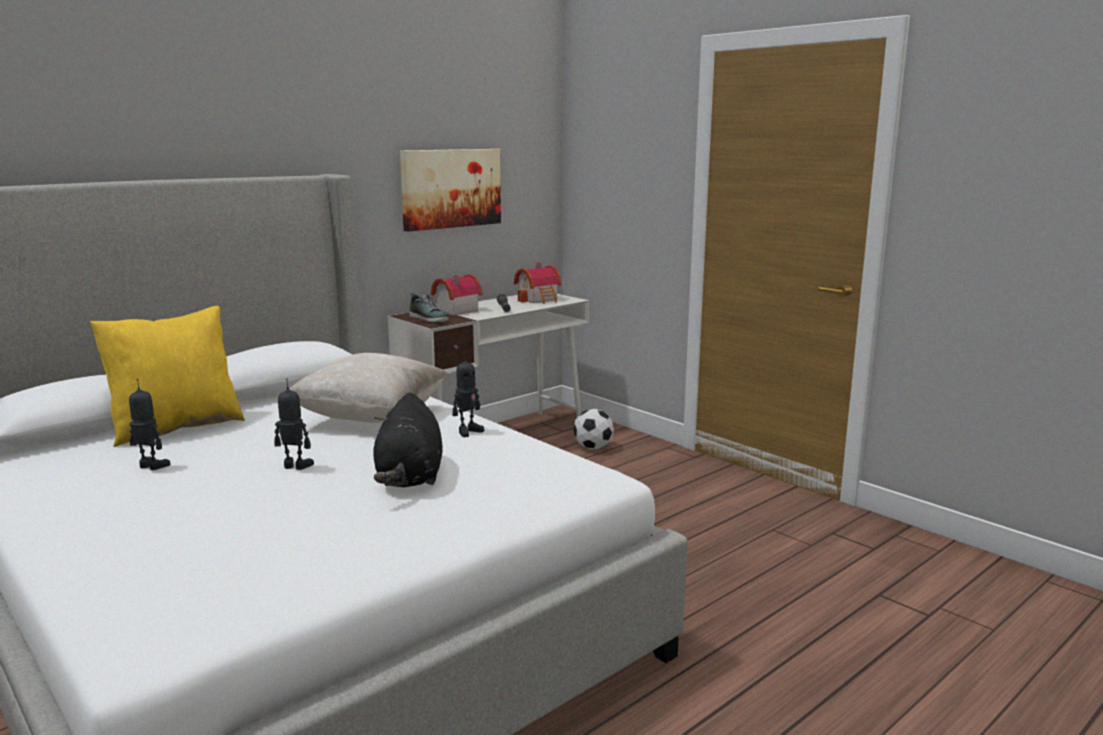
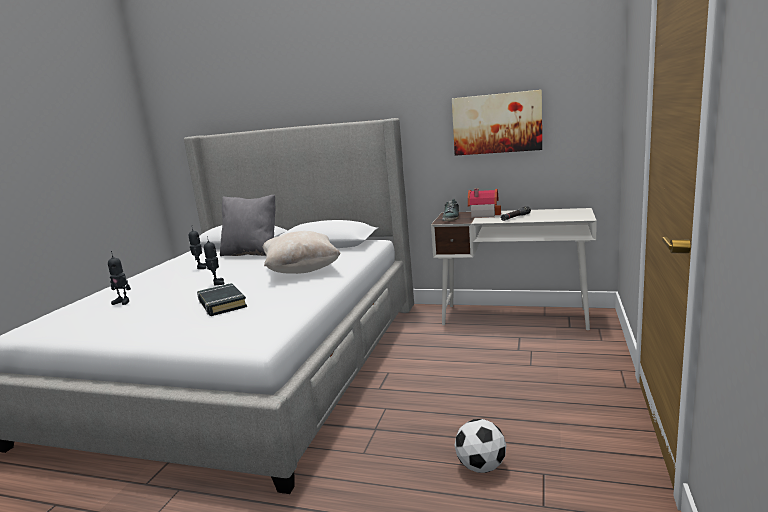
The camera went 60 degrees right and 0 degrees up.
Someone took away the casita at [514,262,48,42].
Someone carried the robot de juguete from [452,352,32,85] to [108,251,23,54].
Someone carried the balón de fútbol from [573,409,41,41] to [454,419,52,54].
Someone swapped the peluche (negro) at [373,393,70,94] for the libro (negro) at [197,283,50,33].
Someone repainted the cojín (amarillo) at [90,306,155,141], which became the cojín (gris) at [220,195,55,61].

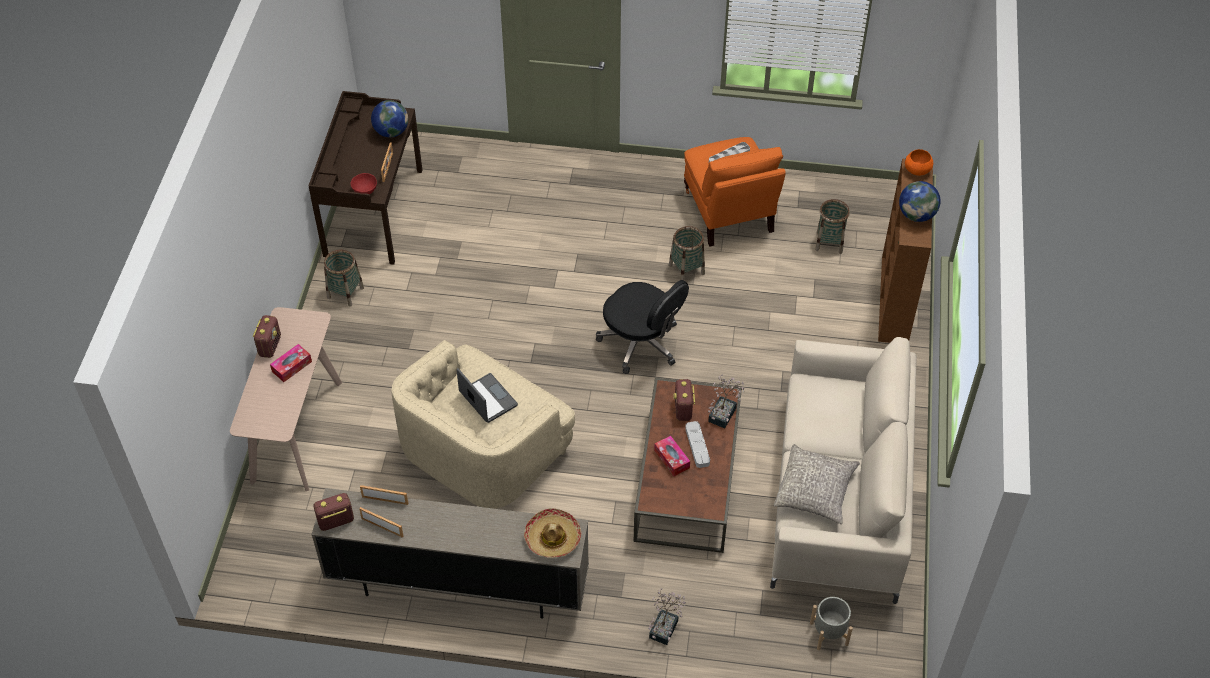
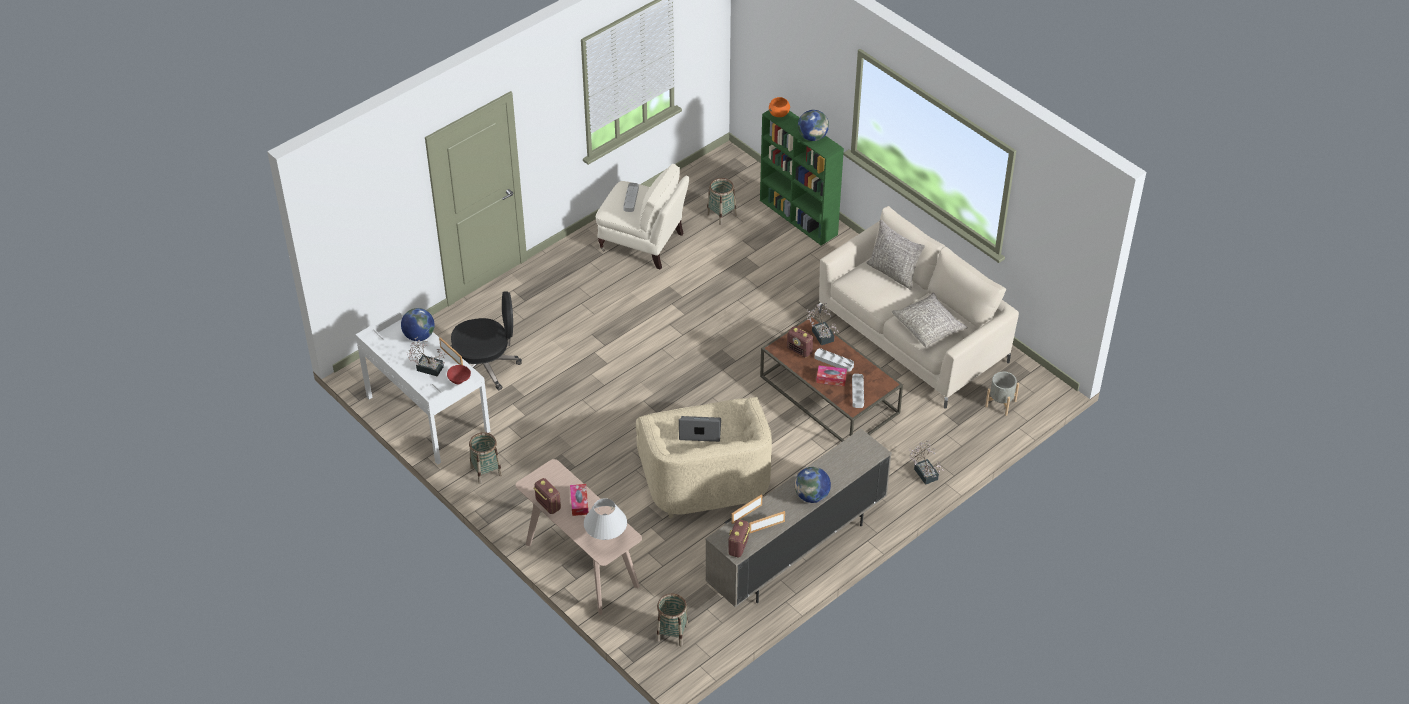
The camera went 50 degrees left and 5 degrees down.
Someone took away the sombrero at [524,509,57,49].
Someone put down the planta en maceta at [406,337,41,40].
Someone put down the lámpara de mesa (blanco) at [584,498,43,42].
Someone put down the globo terráqueo at [795,467,36,36].
Someone put down the bandeja (gris) at [852,374,12,34].
Someone put down the cojín (gris) at [866,220,59,70].
Someone carried the silla de oficina (negro) from [596,280,93,94] to [451,291,71,99].
Someone carried the cesta from [669,226,36,54] to [656,594,32,52].
Someone repainted the escritorio (marrón) at [309,91,113,174], which became the escritorio (blanco) at [356,312,134,153].
Someone repainted the sillón (naranja) at [684,137,102,110], which became the sillón (beis) at [596,163,93,107].
Someone repainted the estantería (marrón) at [878,159,55,184], which became the estantería (verde) at [760,110,84,136].

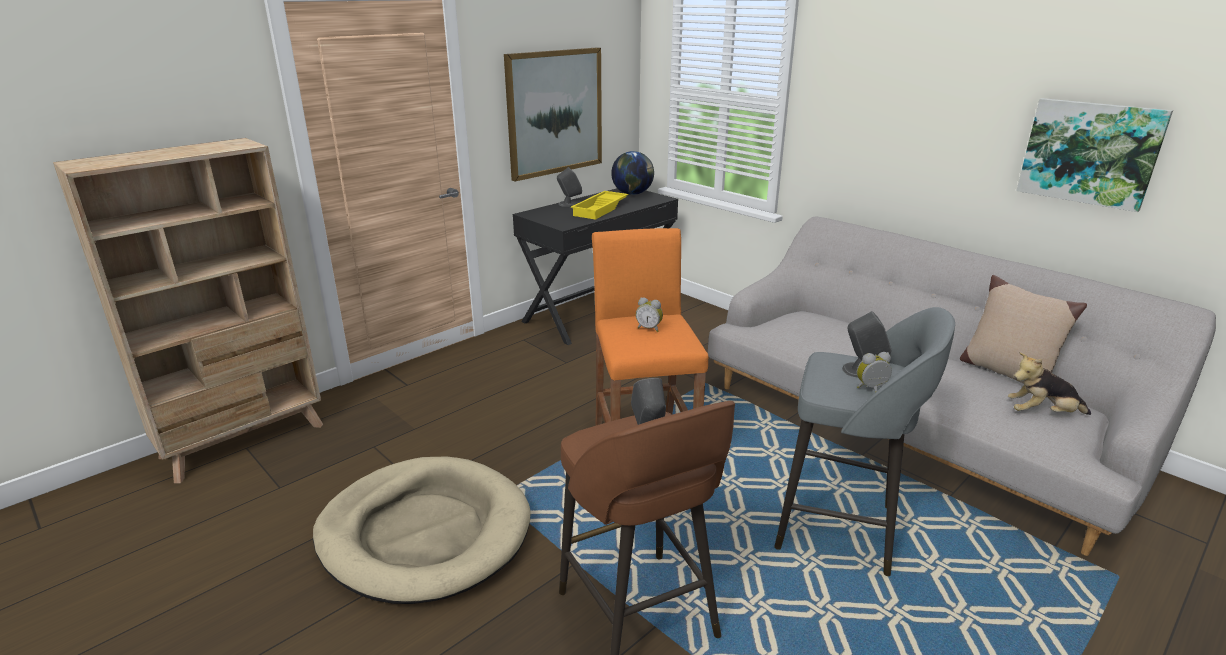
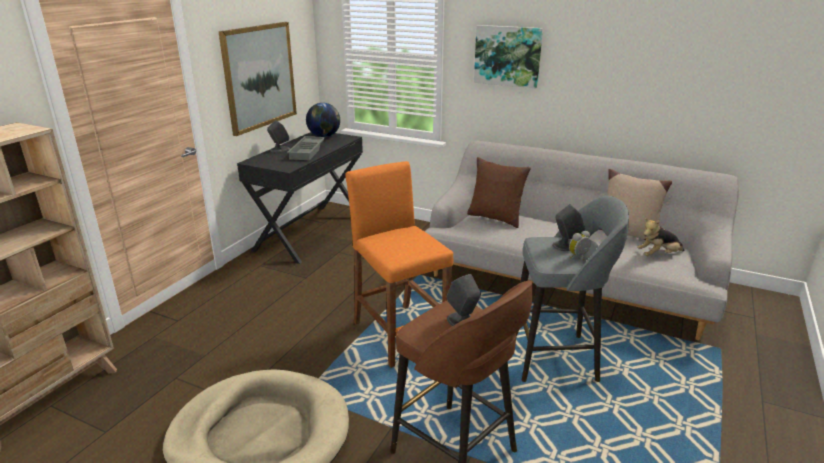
The camera went 20 degrees left and 0 degrees up.
Someone took away the despertador at [636,297,27,35].
Someone put down the cojín (marrón) at [467,157,63,71].
Someone carried the cuadro from [1016,98,157,114] to [474,25,69,63].
Someone repainted the bandeja (amarillo) at [571,191,57,29], which became the bandeja (gris) at [287,136,39,24].

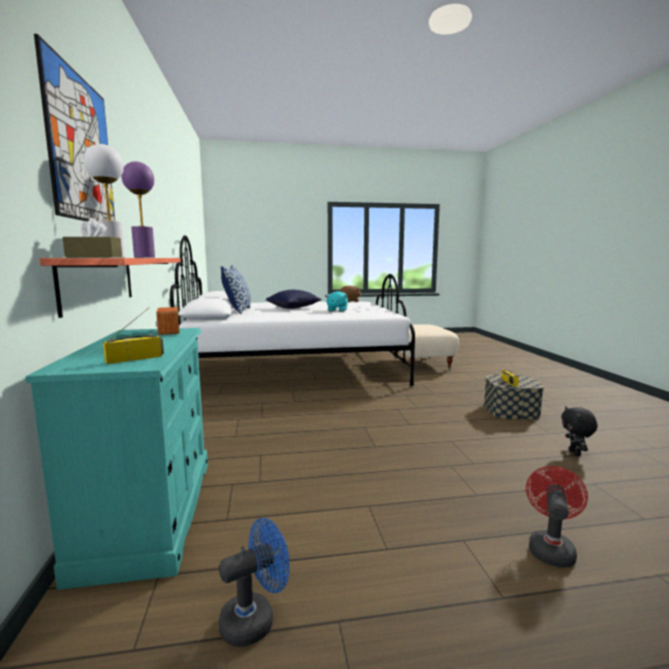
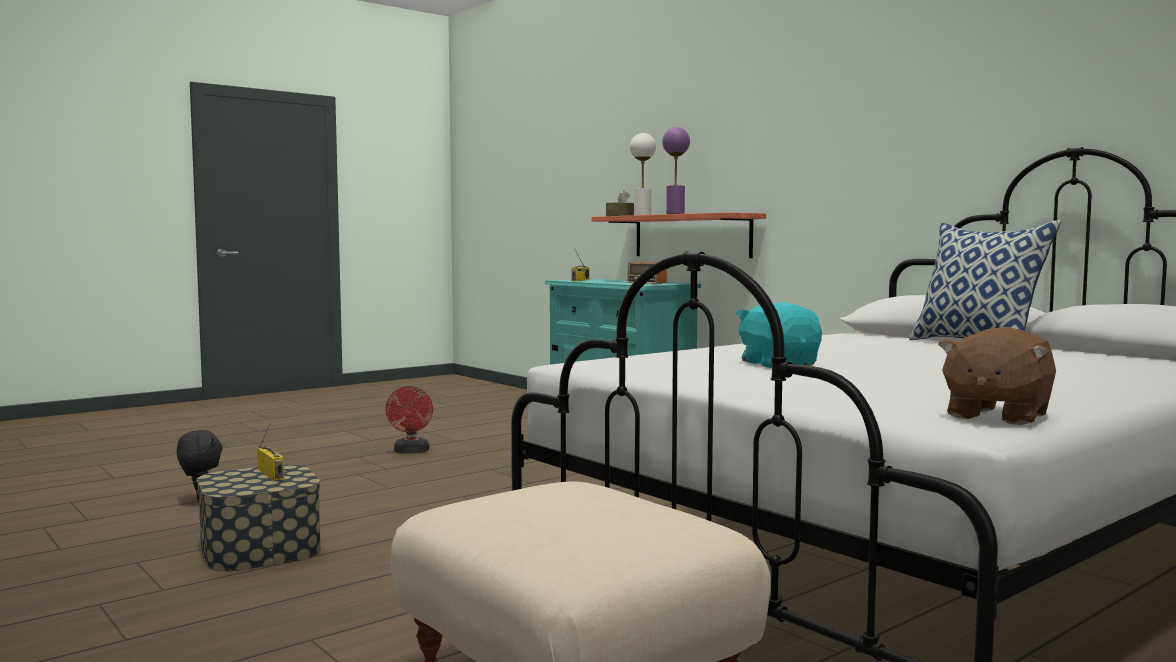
The camera went 150 degrees right and 5 degrees down.
Someone took away the cuadro at [34,34,81,187].
Someone took away the ventilador (azul) at [219,518,70,129].
Someone took away the cojín (azul) at [266,290,56,19].
Someone carried the ventilador (rojo) from [526,466,62,101] to [385,386,48,68].

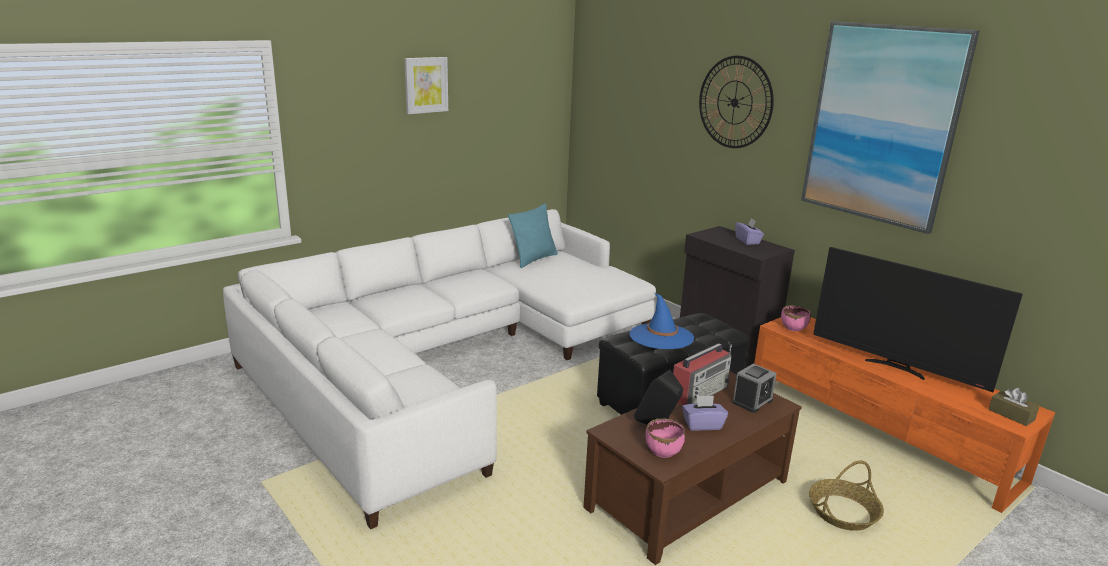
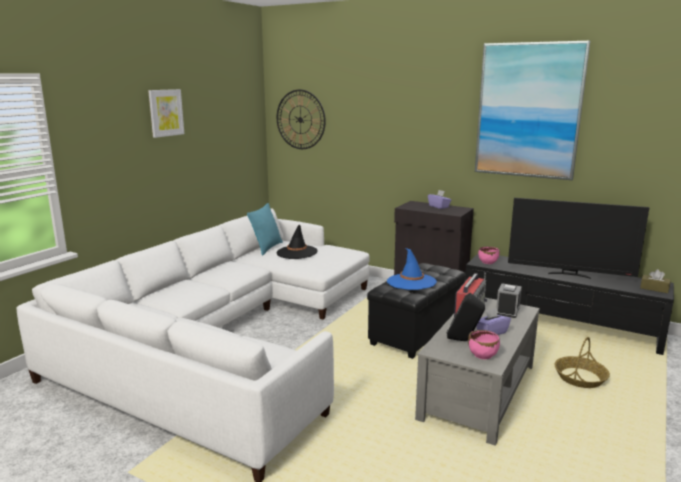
The camera went 20 degrees left and 5 degrees down.
Someone put down the sombrero (negro) at [277,225,41,34].
Someone carried the reloj de pared from [699,56,75,92] to [277,90,49,59].
Someone repainted the mesa de centro (marrón) at [583,371,219,194], which became the mesa de centro (gris) at [415,298,125,148].
Someone repainted the mueble de televisión (naranja) at [754,317,301,196], which became the mueble de televisión (negro) at [465,254,209,101].

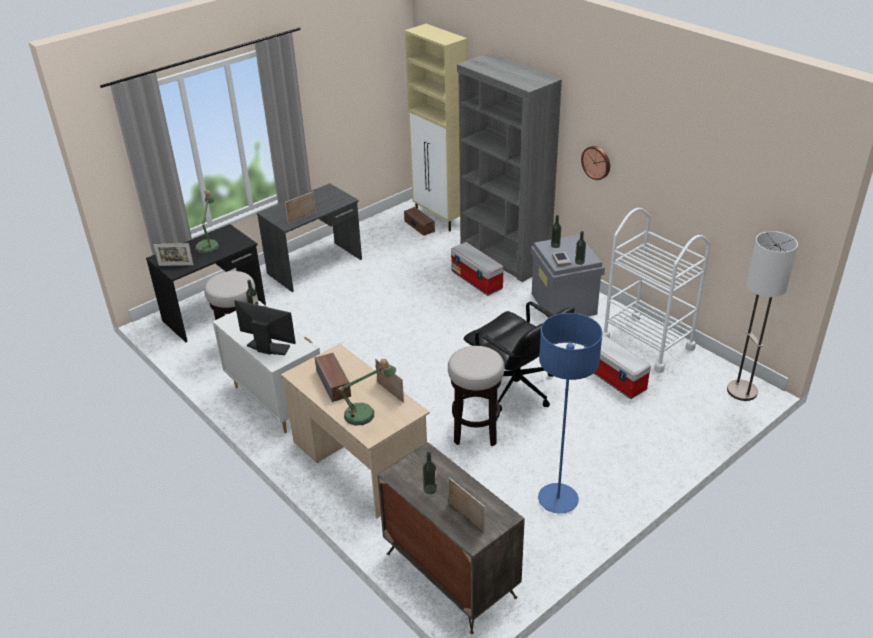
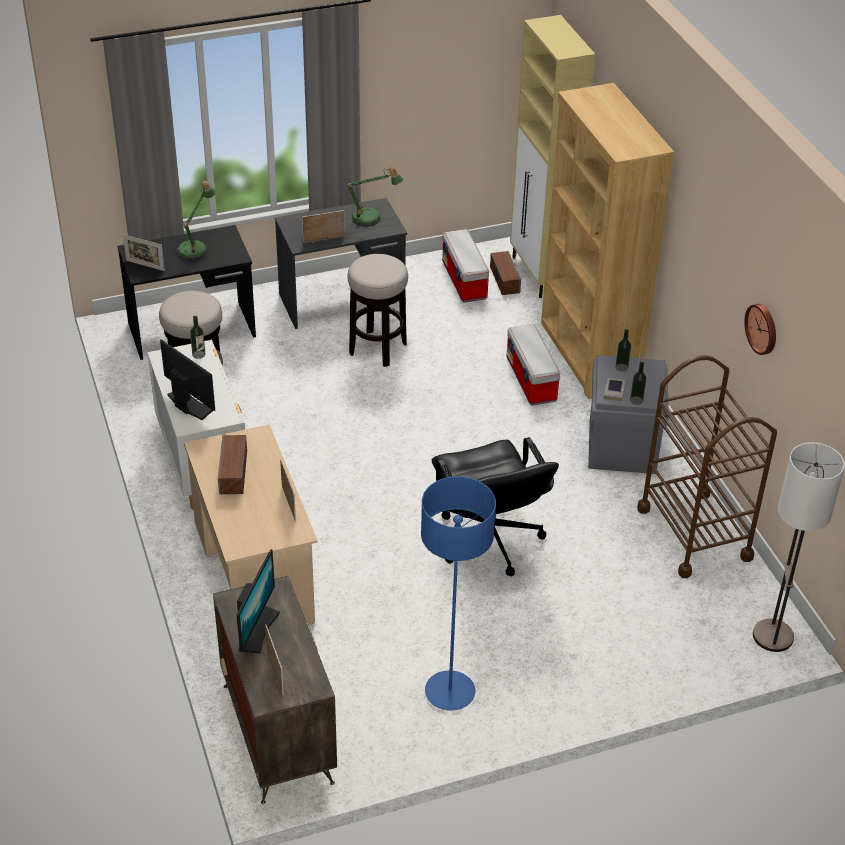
The camera went 20 degrees right and 5 degrees up.
Someone carried the lámpara de mesa from [336,359,60,67] to [345,166,58,60].
Someone carried the taburete from [448,346,57,100] to [347,254,61,113].
Someone carried the reloj de pared from [581,146,29,34] to [744,304,32,51].
Someone carried the caja de almacenaje from [584,334,67,65] to [442,229,47,74].
Someone swapped the botella at [422,452,15,42] for the monitor at [237,549,43,104].
Someone repainted the estantería (gris) at [457,53,105,229], which became the estantería (marrón) at [541,83,133,316].
Someone repainted the carrito (blanco) at [602,208,109,165], which became the carrito (marrón) at [637,355,140,223].

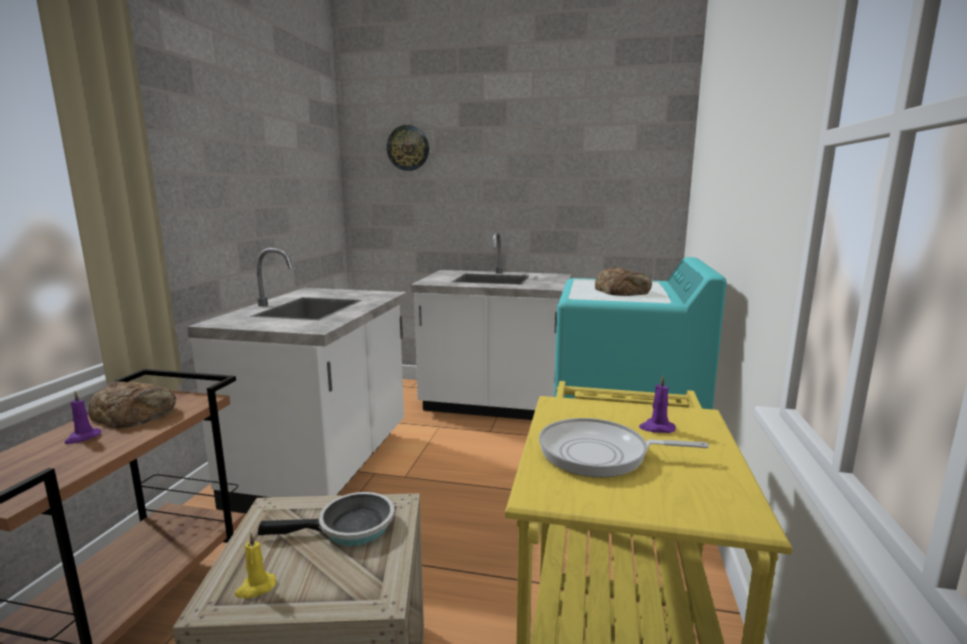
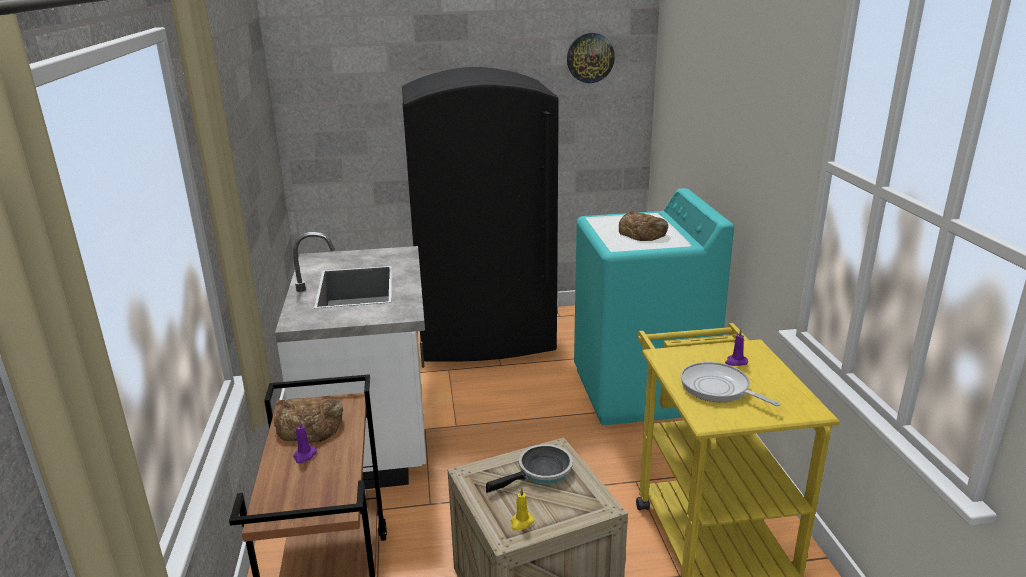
The camera went 20 degrees left and 10 degrees up.
Someone carried the reloj de pared from [387,125,42,46] to [567,33,48,50].
Someone swapped the mueble bajo de cocina (blanco) at [410,232,161,188] for the nevera (negro) at [402,67,157,294].
Someone rotated the sartén at [539,418,170,59] by 60 degrees clockwise.

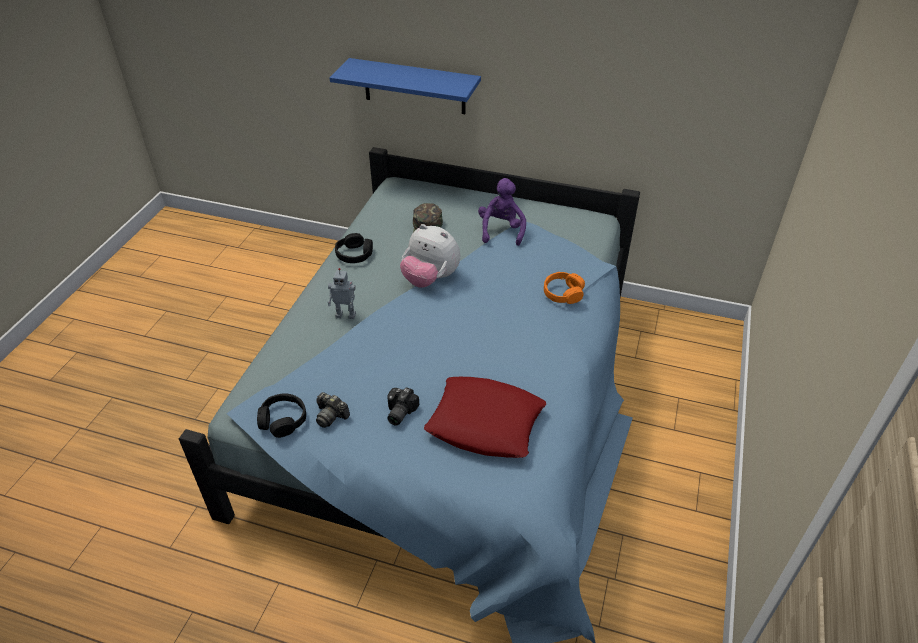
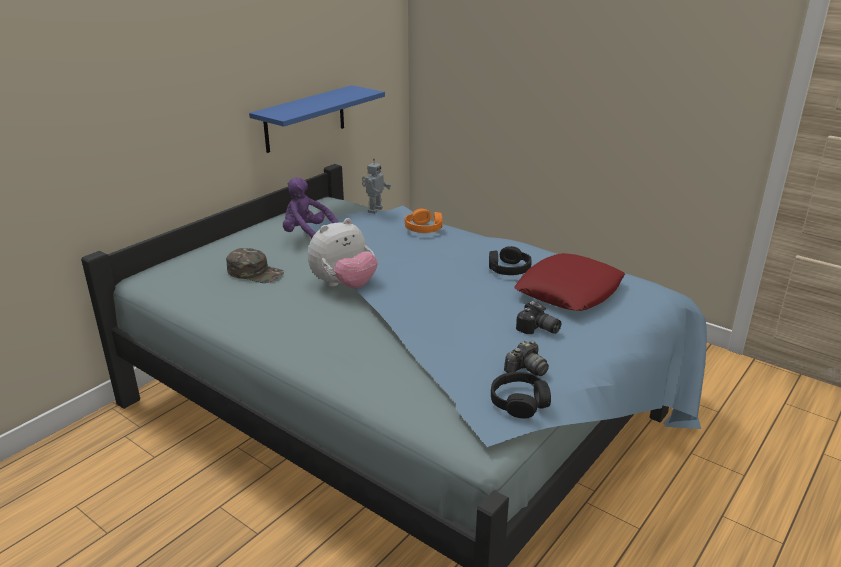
The camera went 70 degrees left and 15 degrees down.
Someone carried the robot de juguete from [327,268,29,51] to [362,158,29,56].
Someone carried the estante (azul) from [330,58,151,56] to [249,85,136,68].
Someone carried the auriculares (negro) from [335,233,38,30] to [489,246,42,29].

